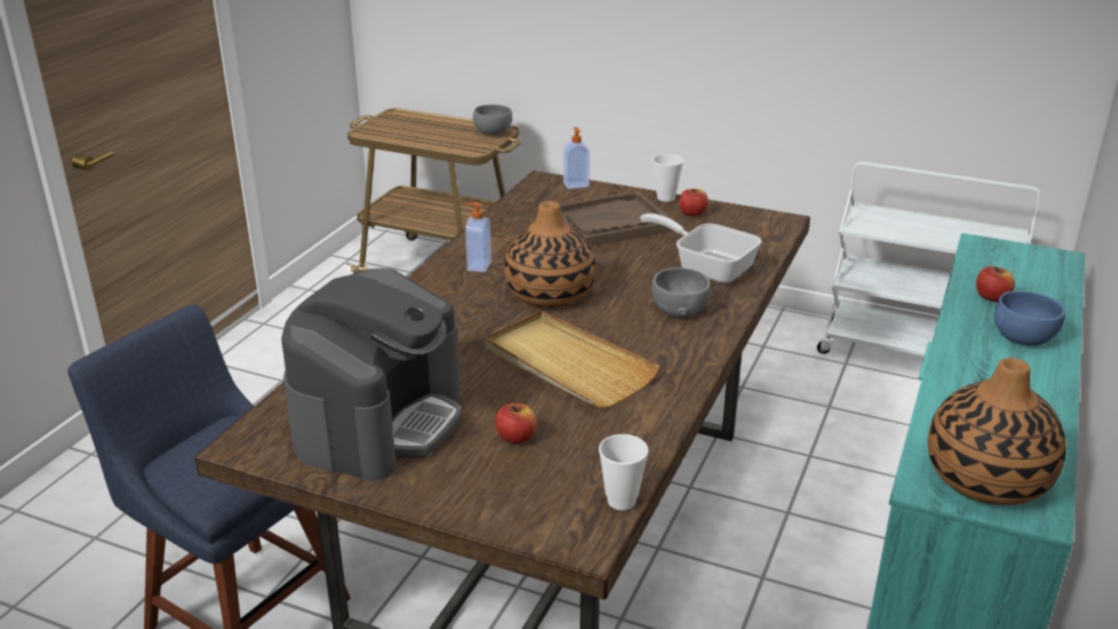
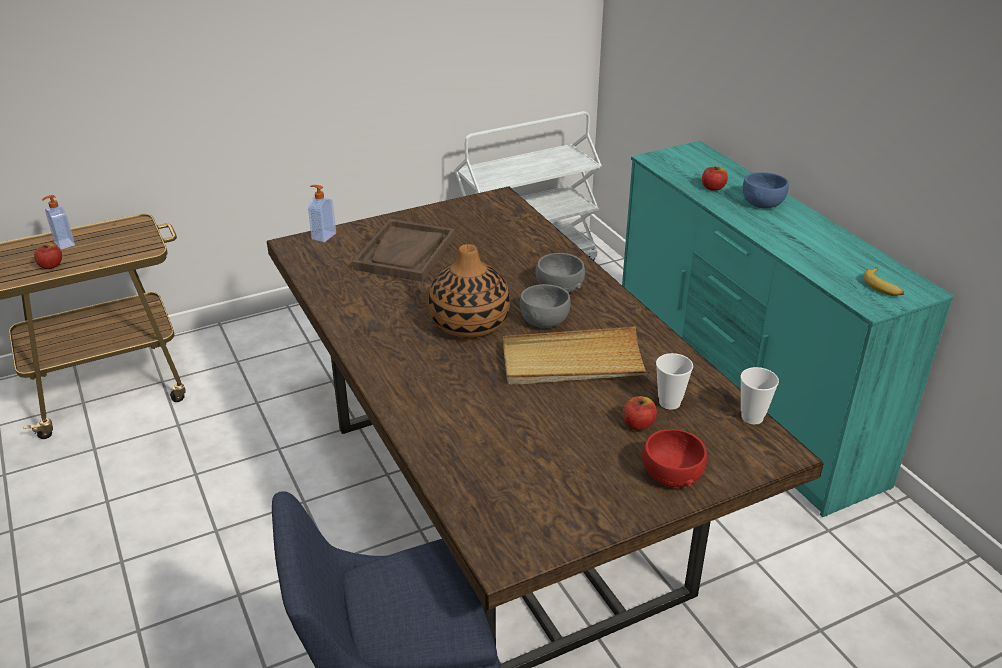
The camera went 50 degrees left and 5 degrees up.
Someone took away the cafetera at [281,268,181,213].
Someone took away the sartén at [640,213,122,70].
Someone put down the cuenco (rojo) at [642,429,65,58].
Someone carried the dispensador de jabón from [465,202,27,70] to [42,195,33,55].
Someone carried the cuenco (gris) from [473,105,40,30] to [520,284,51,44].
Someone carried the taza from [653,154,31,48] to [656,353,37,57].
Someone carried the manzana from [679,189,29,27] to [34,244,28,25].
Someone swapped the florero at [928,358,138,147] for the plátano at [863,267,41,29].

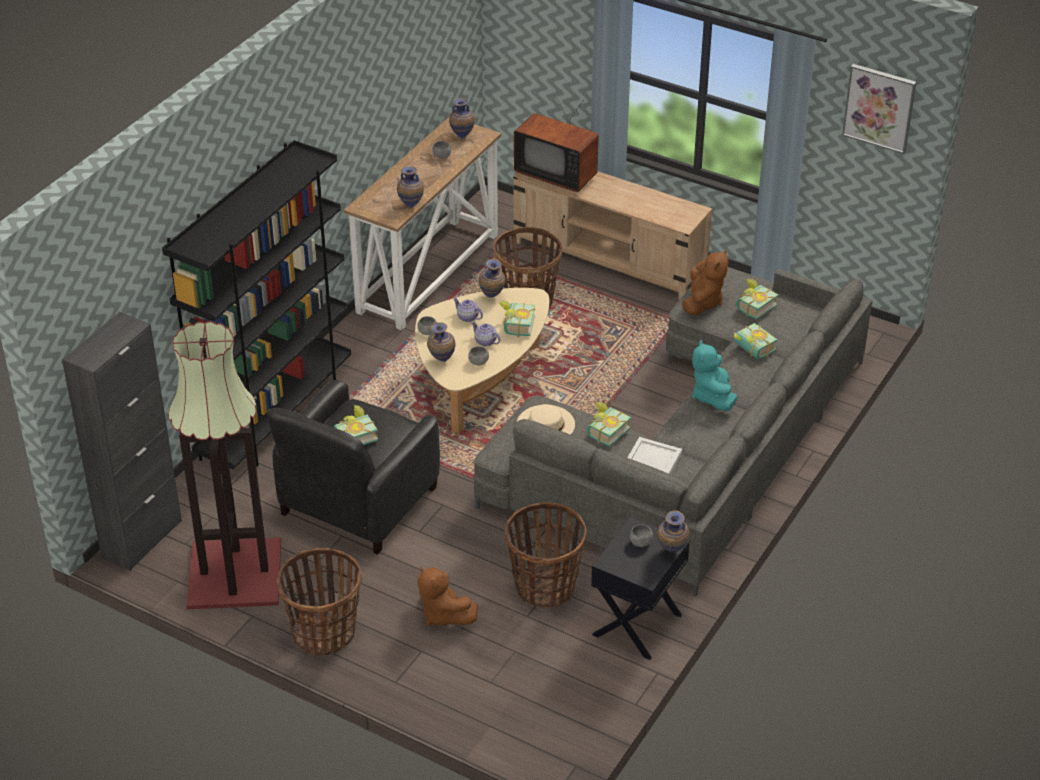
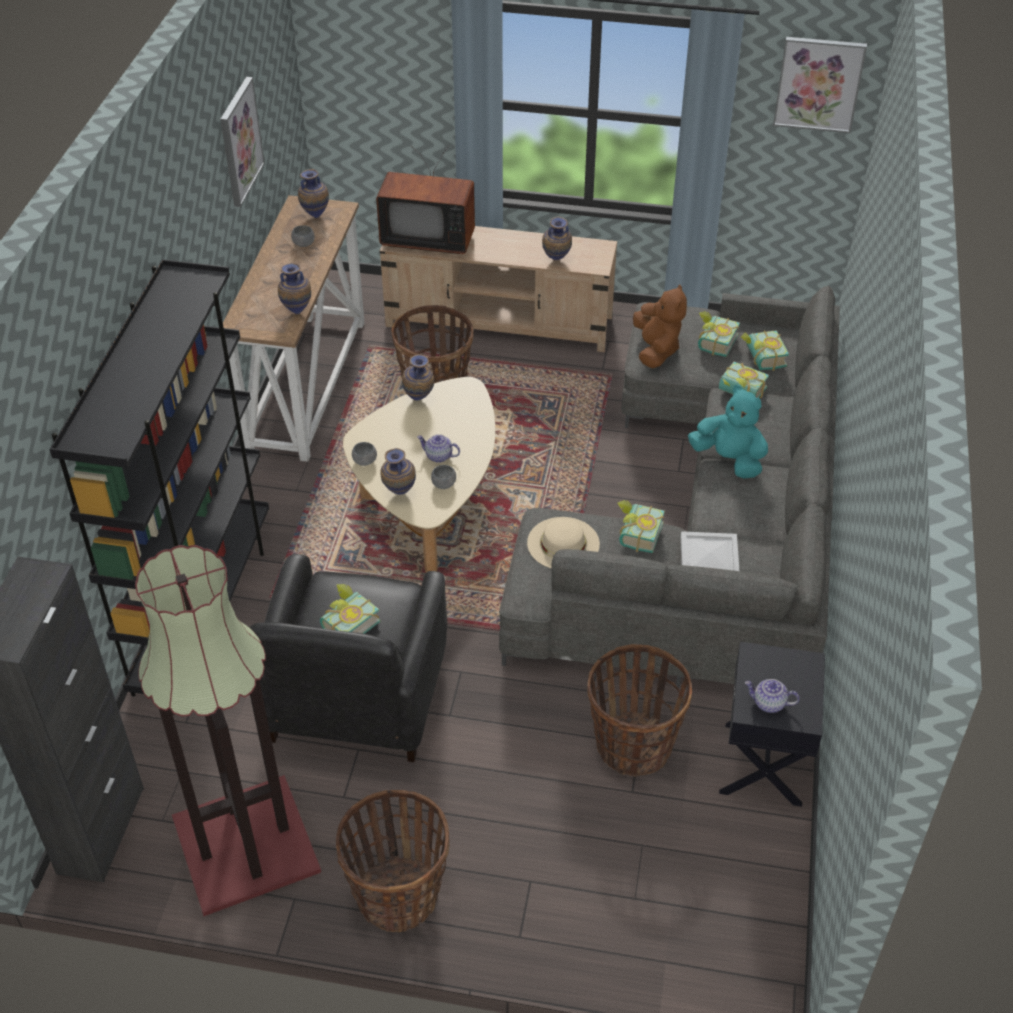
The camera went 20 degrees left and 5 degrees up.
Someone took away the peluche (marrón) at [418,566,60,60].
Someone took away the cuenco (gris) at [630,525,23,22].
Someone put up the cuadro at [220,77,45,130].
Someone carried the tetera from [453,298,30,24] to [745,679,55,34].
Someone carried the libro from [499,300,36,37] to [741,330,48,41].
Someone carried the florero from [657,511,33,41] to [542,217,30,43].
Someone rotated the peluche (turquesa) at [692,340,45,71] by 150 degrees clockwise.

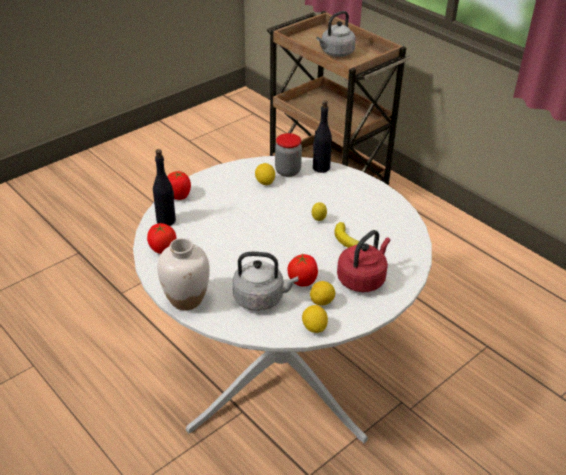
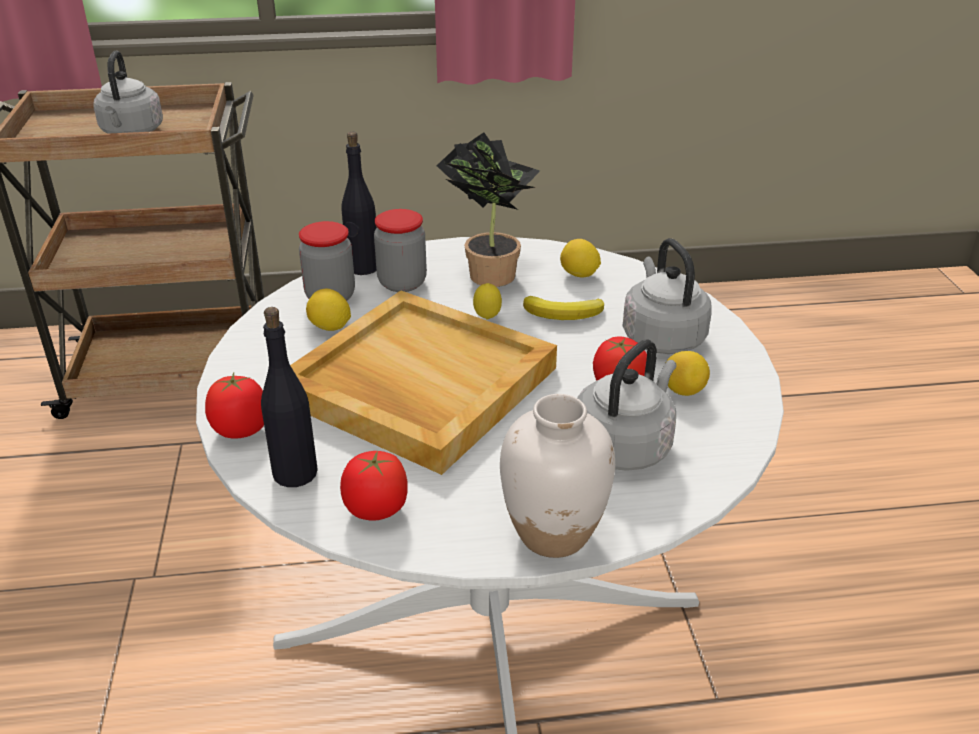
The camera went 55 degrees left and 5 degrees down.
Someone put down the bandeja (beis) at [290,291,267,184].
Someone put down the tarro at [374,209,53,83].
Someone put down the planta en maceta at [437,132,103,155].
Someone carried the limón from [302,305,26,28] to [560,239,41,39].
Someone repainted the hervidor (rojo) at [337,230,53,62], which became the hervidor (gris) at [623,238,89,116].

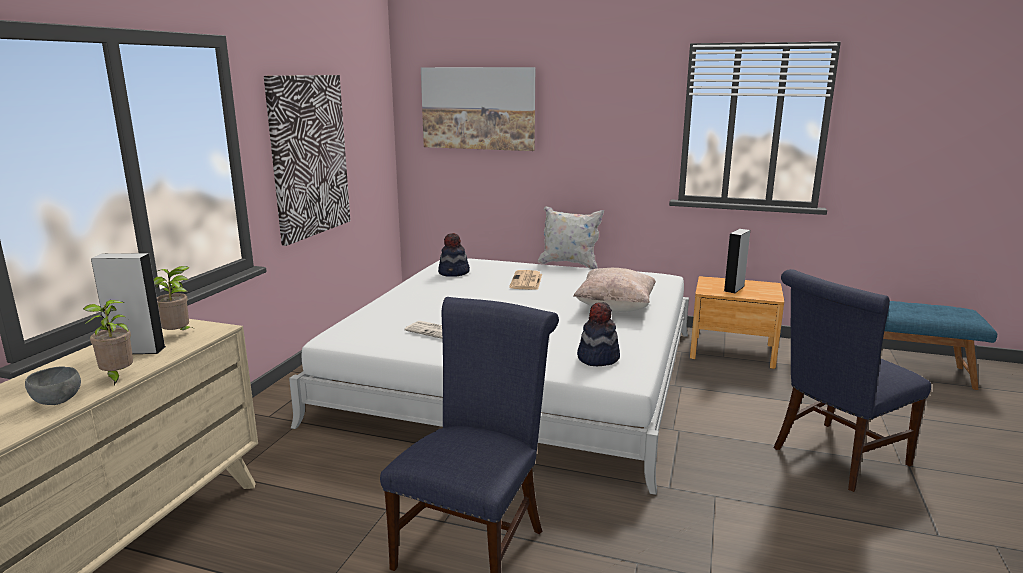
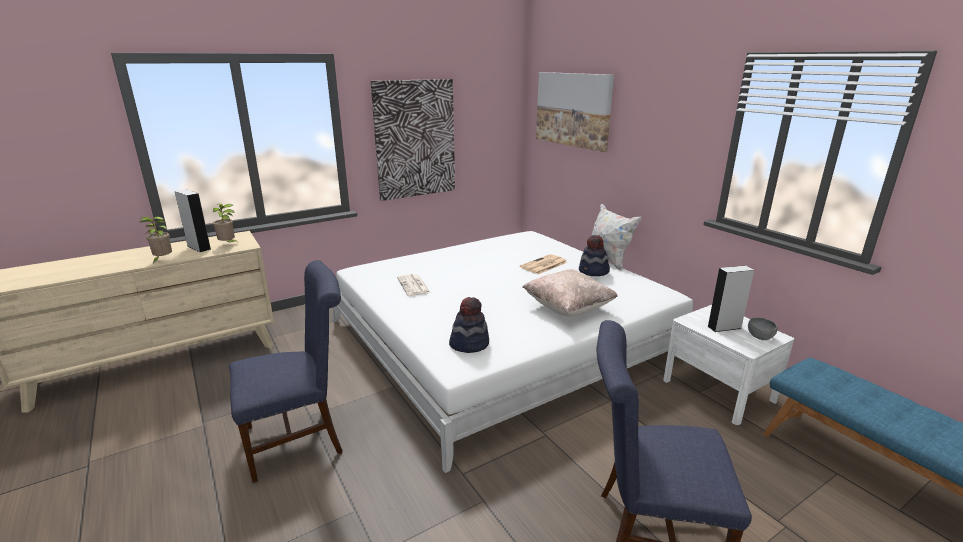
The camera went 40 degrees right and 5 degrees up.
Someone carried the cuenco (gris) from [25,366,56,39] to [748,317,29,23].
Someone carried the sombrero from [438,233,32,44] to [579,235,31,41].
Someone repainted the mesita de noche (marrón) at [690,276,94,93], which became the mesita de noche (blanco) at [663,305,131,120].

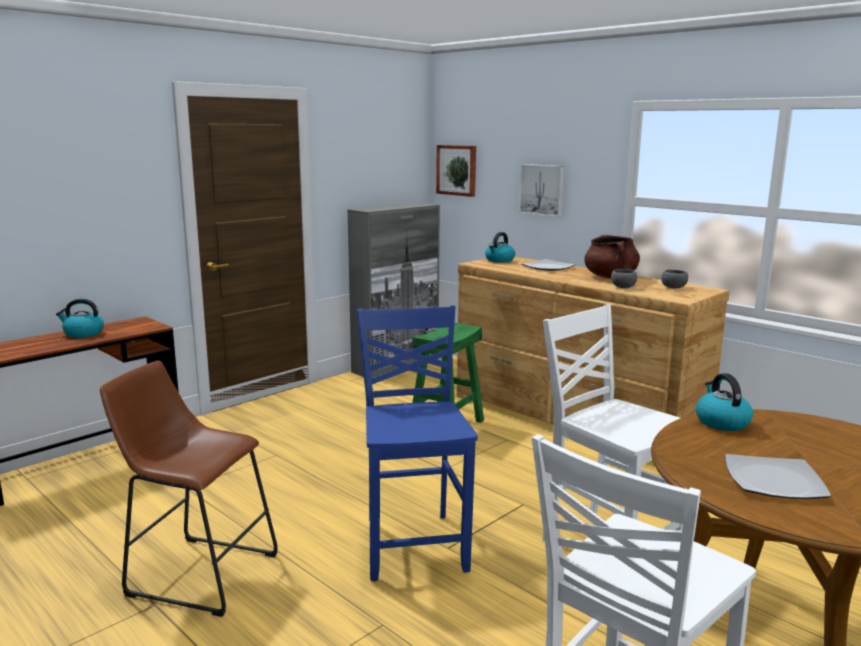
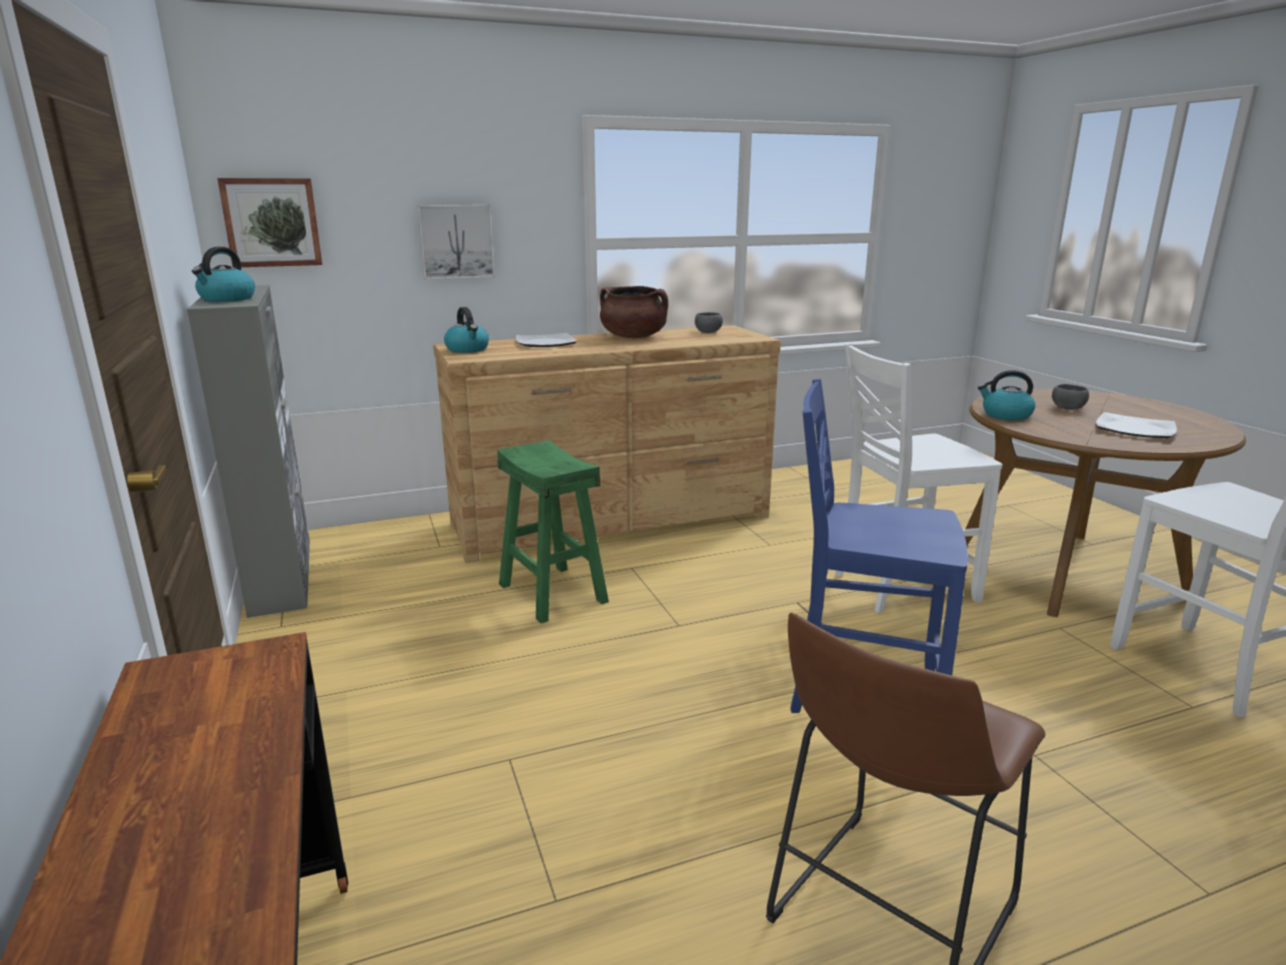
The camera went 65 degrees left and 5 degrees up.
Someone carried the hervidor from [56,299,48,39] to [192,247,63,55].
Someone carried the cuenco (gris) from [611,269,26,19] to [1052,384,37,26].

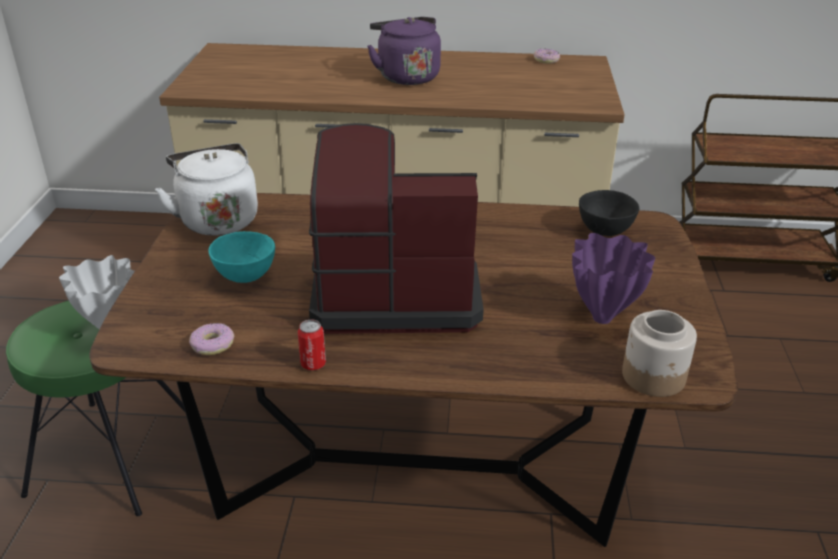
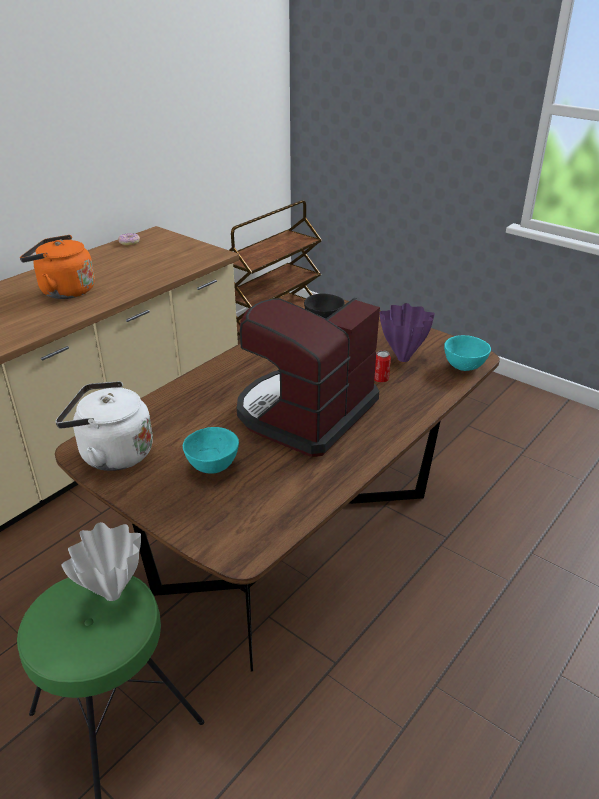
The camera went 55 degrees left and 0 degrees up.
Someone took away the rosquilla at [189,323,45,32].
Someone carried the lata from [298,319,28,51] to [374,350,17,33].
Someone swapped the tarro at [622,310,75,87] for the cuenco (turquesa) at [444,335,47,36].
Someone repainted the hervidor (morado) at [367,17,74,68], which became the hervidor (naranja) at [20,235,75,64].

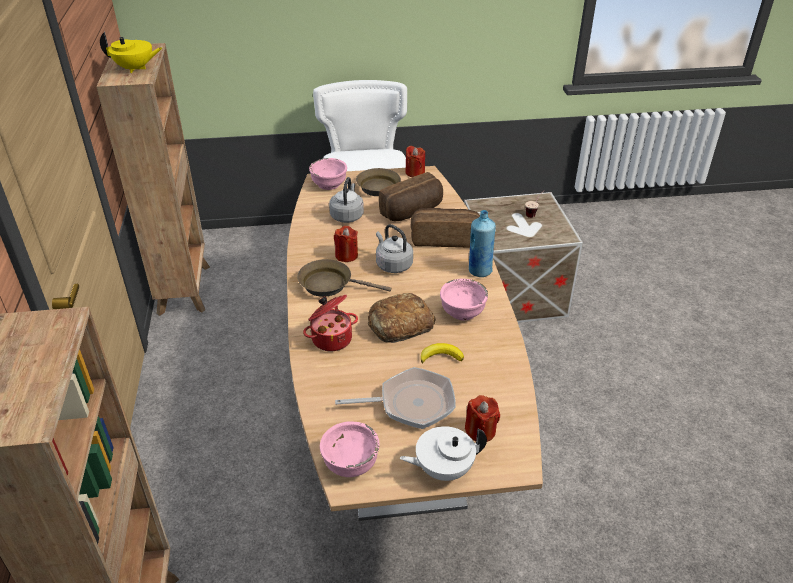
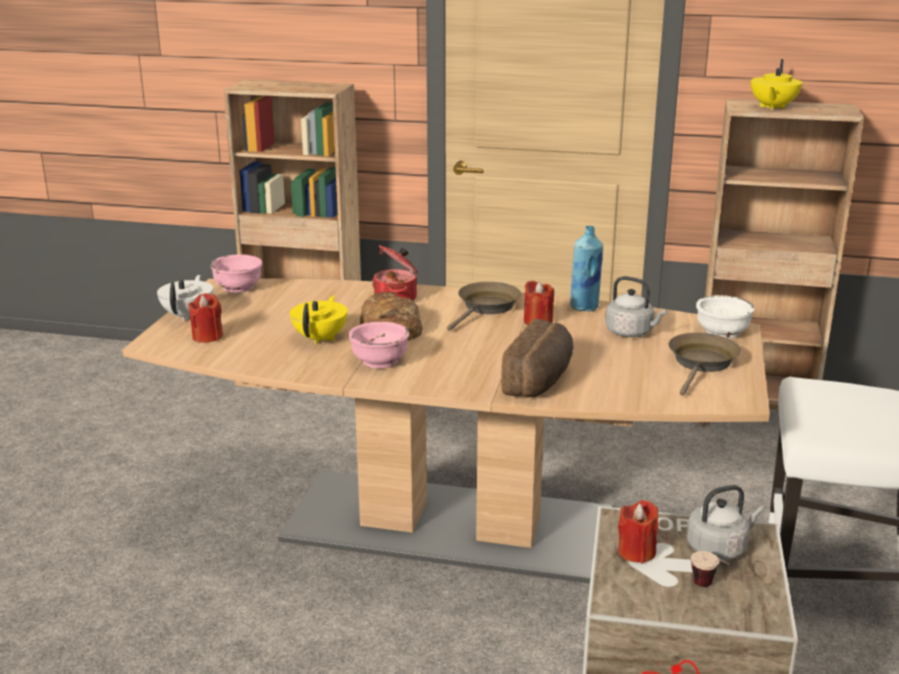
The camera went 110 degrees right and 15 degrees down.
Someone took away the sartén at [335,367,121,62].
Someone took away the pan at [379,172,64,49].
Someone carried the hervidor (gris) from [376,224,37,49] to [686,485,78,75].
Someone carried the vela (rojo) from [405,146,20,31] to [618,500,40,64].
Someone carried the botella (azul) from [469,210,27,67] to [570,226,33,85].
Someone swapped the plátano at [421,343,43,20] for the tetera (amarillo) at [290,295,58,49].
Someone repainted the cuenco (rosa) at [309,158,38,32], which became the cuenco (blanco) at [696,295,59,43].

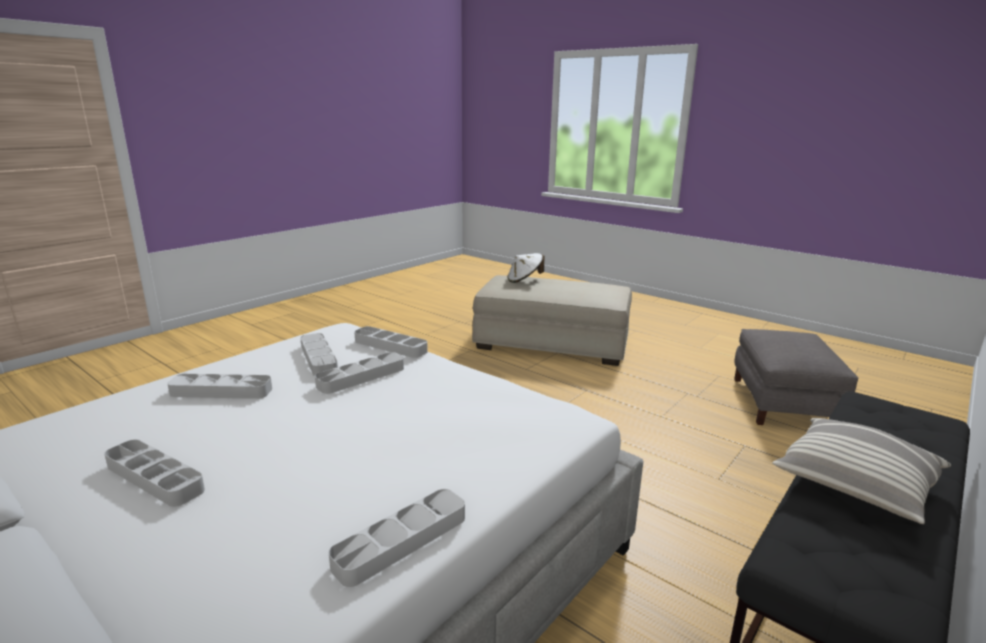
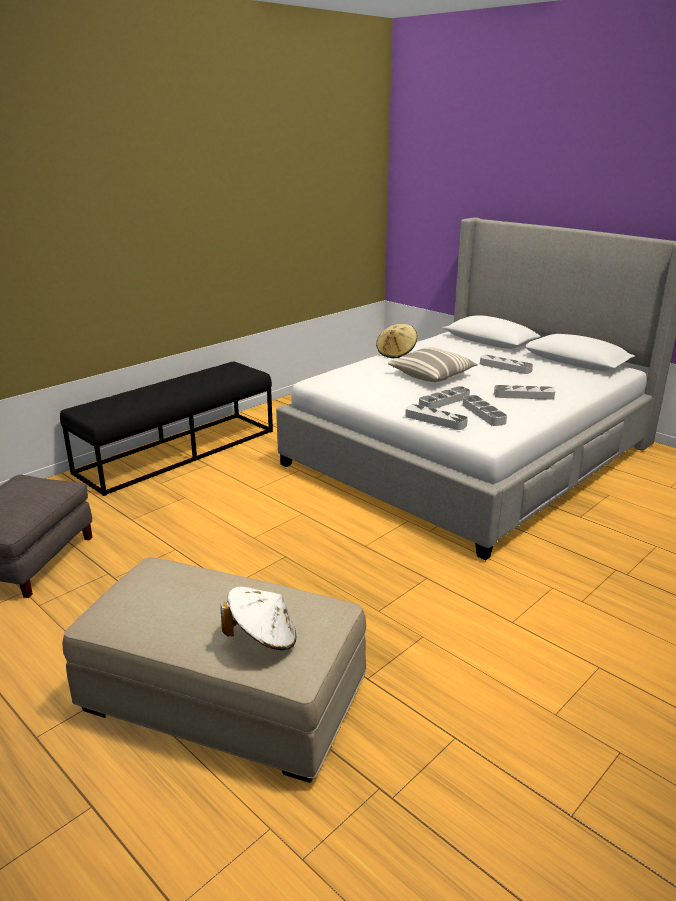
The camera went 175 degrees left and 5 degrees up.
Someone carried the cojín from [772,418,179,106] to [388,347,90,35].
Someone swapped the bandeja (gris) at [329,489,136,98] for the sombrero (beis) at [376,324,41,34].

